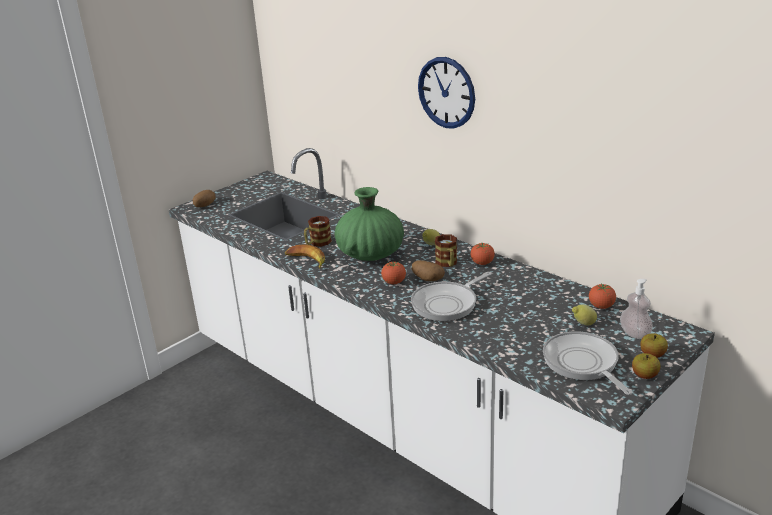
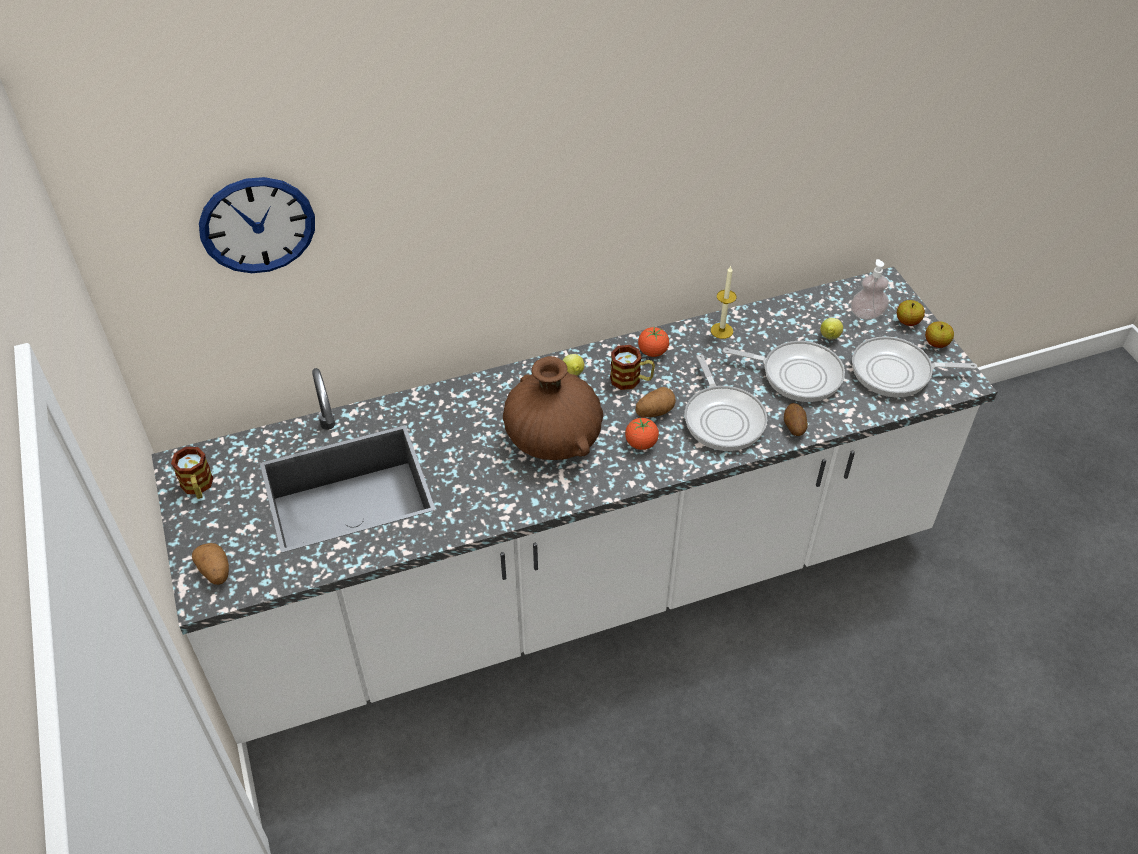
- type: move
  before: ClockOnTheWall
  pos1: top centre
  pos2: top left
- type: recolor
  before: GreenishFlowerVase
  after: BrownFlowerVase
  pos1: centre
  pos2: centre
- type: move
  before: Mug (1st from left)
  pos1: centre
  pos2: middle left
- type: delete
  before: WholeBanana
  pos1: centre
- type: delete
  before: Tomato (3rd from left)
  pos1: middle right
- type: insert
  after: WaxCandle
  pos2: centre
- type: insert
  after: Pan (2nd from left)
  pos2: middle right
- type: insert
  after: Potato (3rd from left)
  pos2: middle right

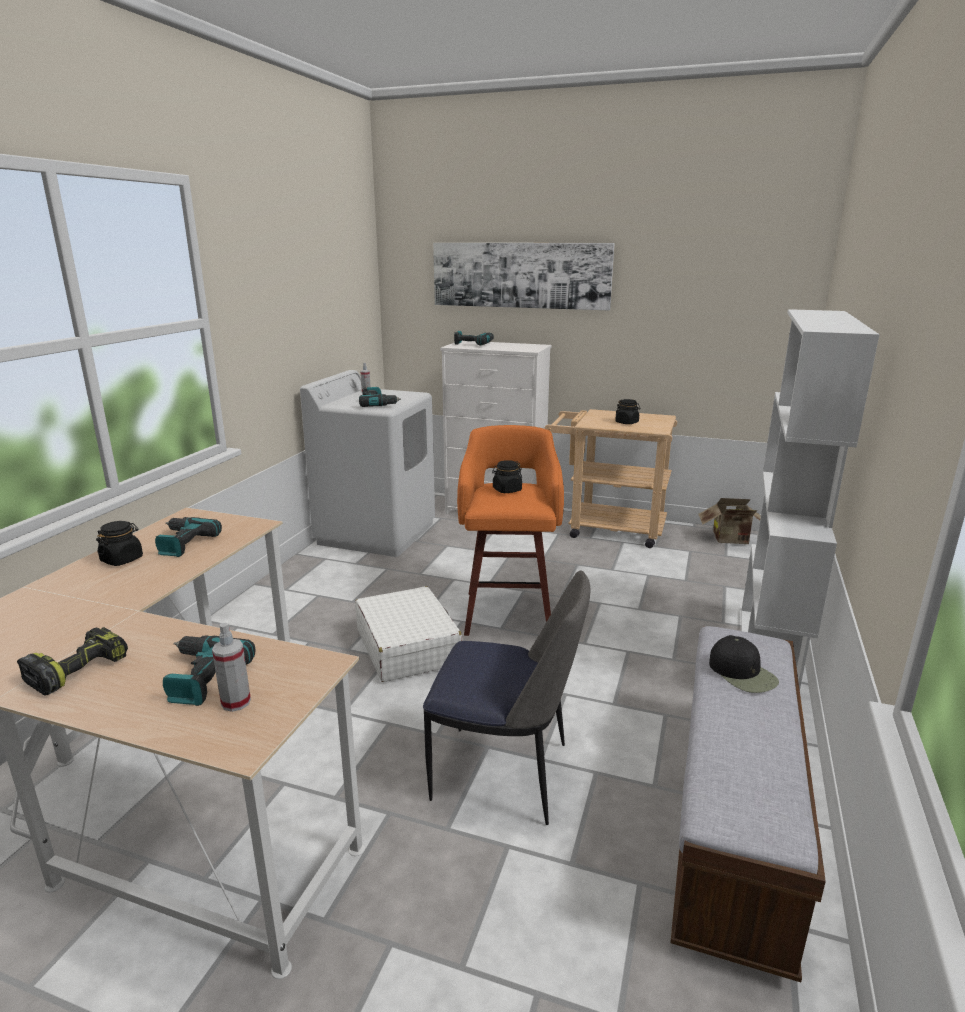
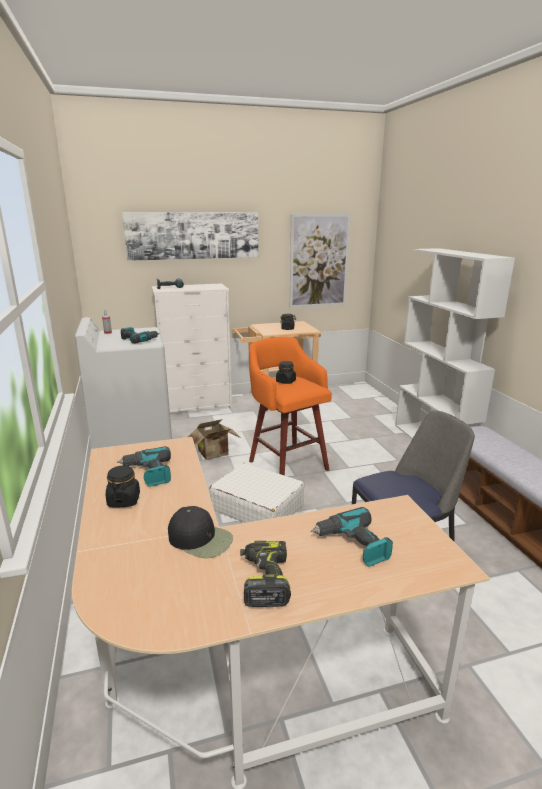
- type: move
  before: PackingBox
  pos1: middle right
  pos2: centre
- type: delete
  before: HandSprayer (1st from left)
  pos1: middle left
- type: move
  before: BlackBaseballCap
  pos1: middle right
  pos2: bottom centre
- type: insert
  after: WallPicture (2nd from left)
  pos2: top centre

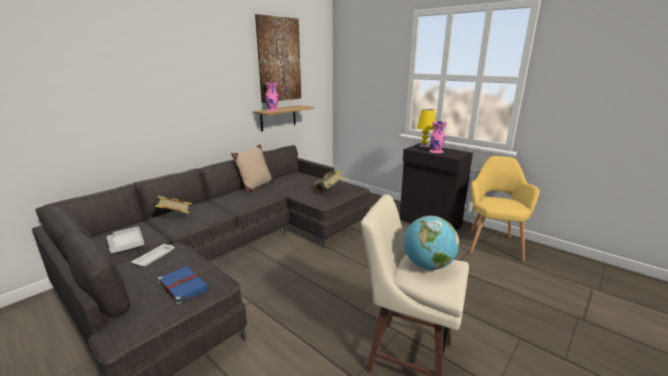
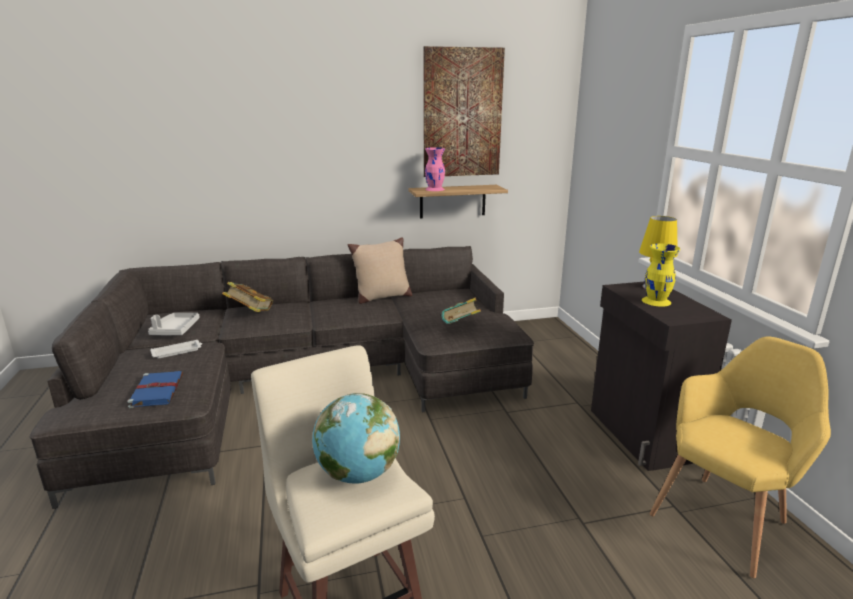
- type: recolor
  before: PinkFlowerVase (2nd from left)
  after: YellowColouredFlowerVase
  pos1: centre
  pos2: middle right

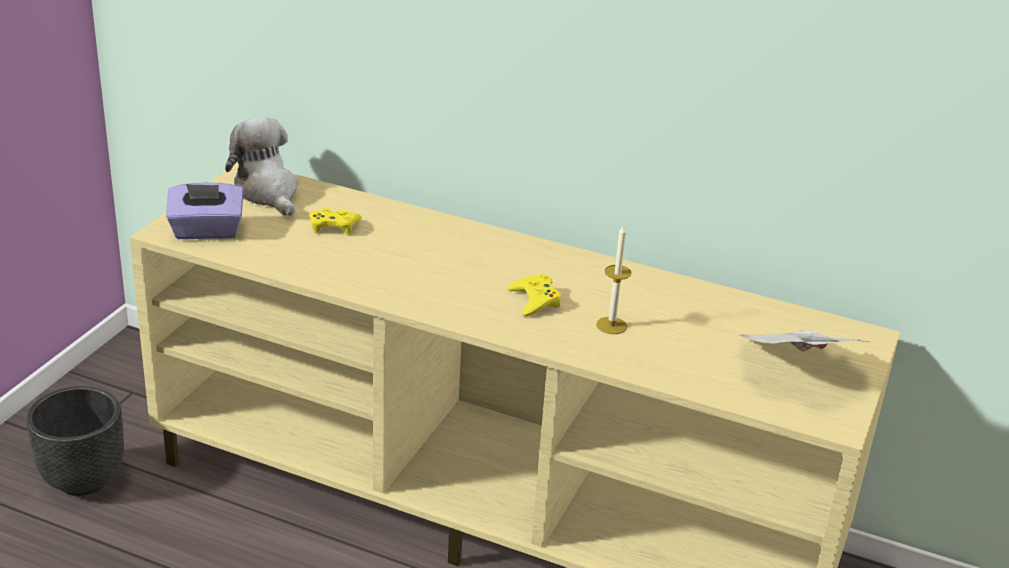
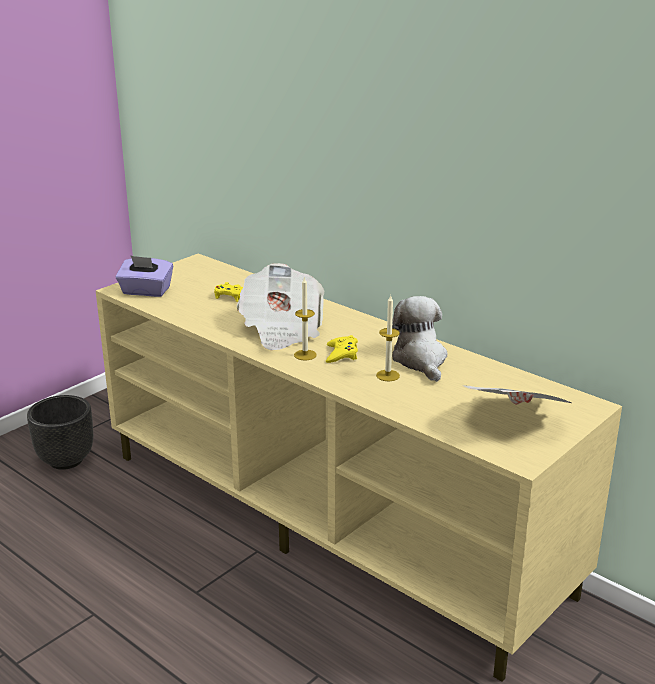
- type: move
  before: CuddlyToy
  pos1: top left
  pos2: centre
- type: insert
  after: Newspaper (1st from left)
  pos2: centre
- type: insert
  after: WaxCandle (1st from left)
  pos2: centre

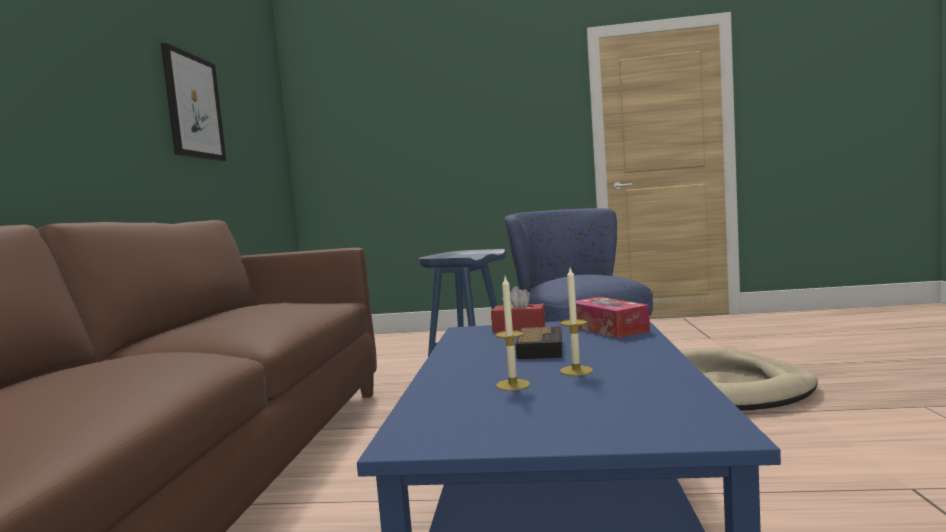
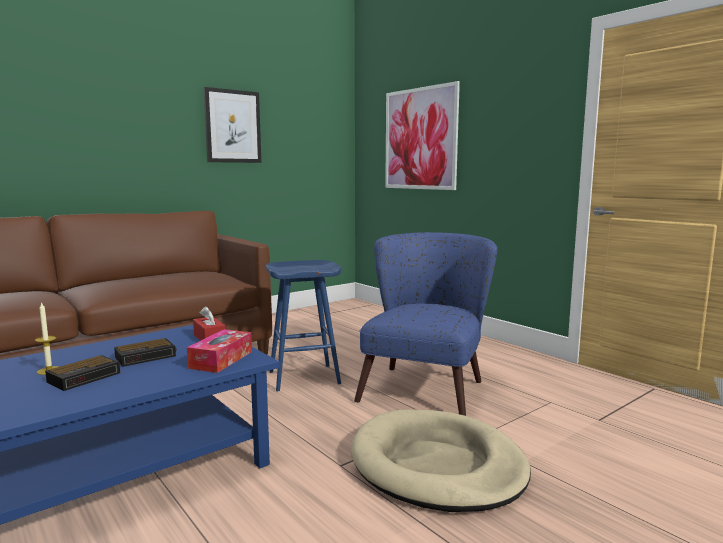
- type: replace
  before: WaxCandle (2nd from left)
  after: BedsideClock (1st from left)
  pos1: centre
  pos2: bottom left
- type: insert
  after: WallPicture (2nd from left)
  pos2: top centre

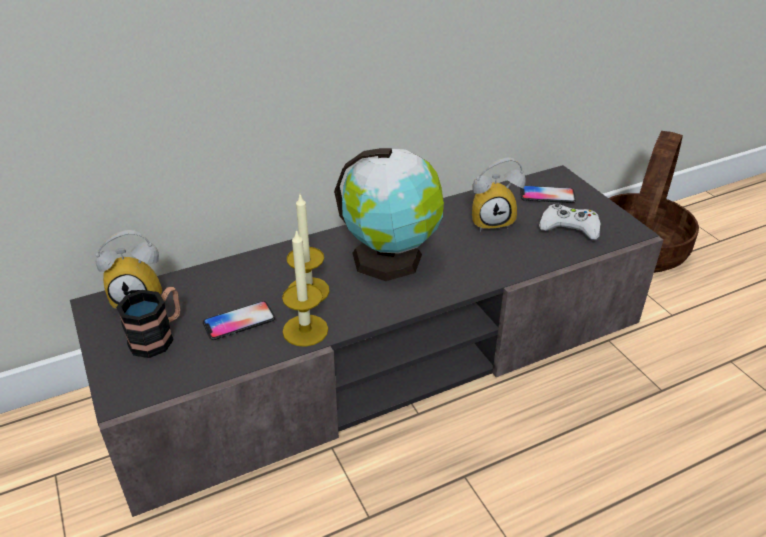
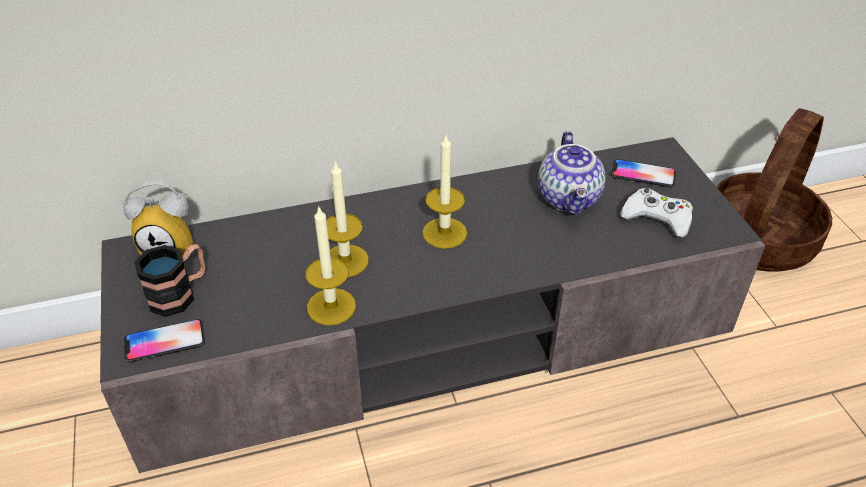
- type: replace
  before: DeskGlobe
  after: WaxCandle (3rd from left)
  pos1: centre
  pos2: centre
- type: replace
  before: BedsideClock (2nd from left)
  after: PotForTea
  pos1: centre
  pos2: centre
- type: move
  before: Telephone (1st from left)
  pos1: middle left
  pos2: bottom left

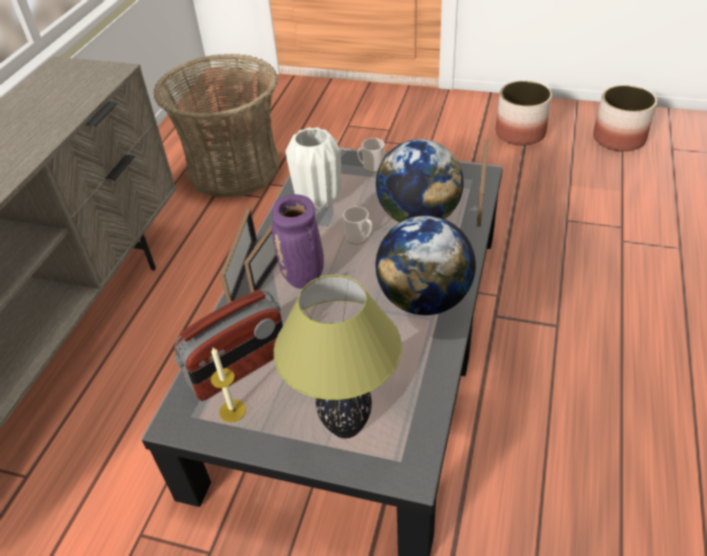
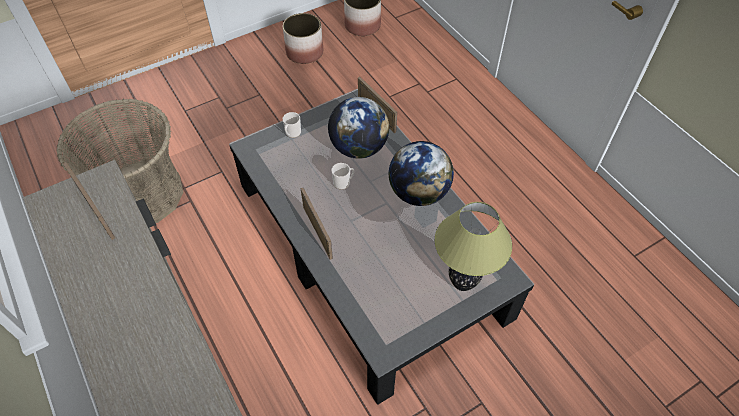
- type: delete
  before: WhiteColouredFlowerVase
  pos1: top centre
- type: delete
  before: PurplishFlowerVase
  pos1: centre
- type: move
  before: PhotoFrame (1st from left)
  pos1: centre
  pos2: middle left
- type: delete
  before: RadioSet
  pos1: middle left
- type: delete
  before: WaxCandle
  pos1: bottom left

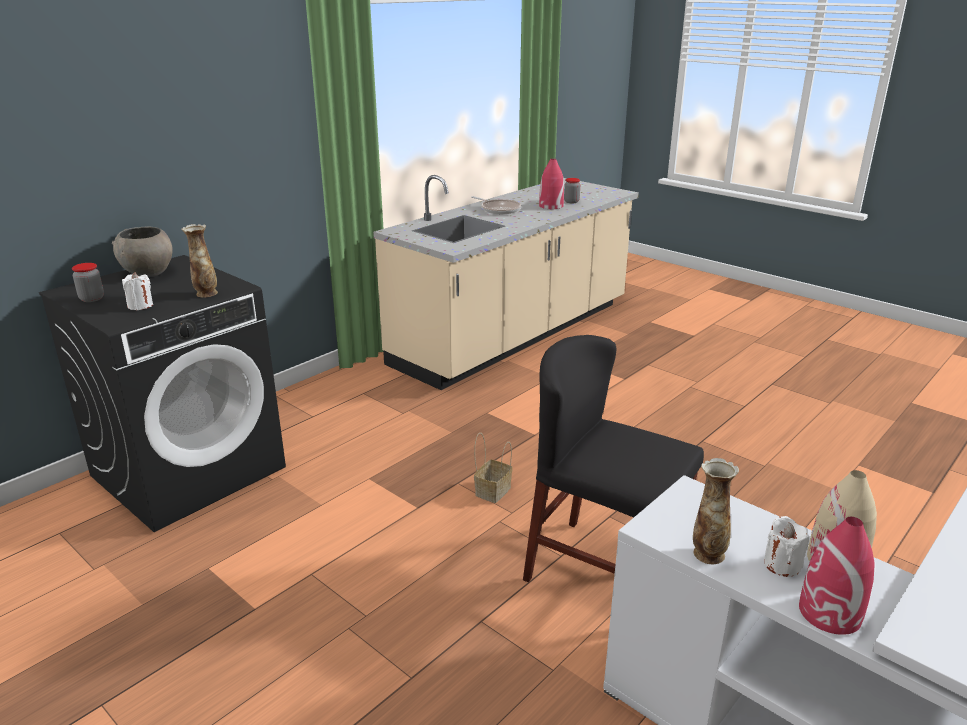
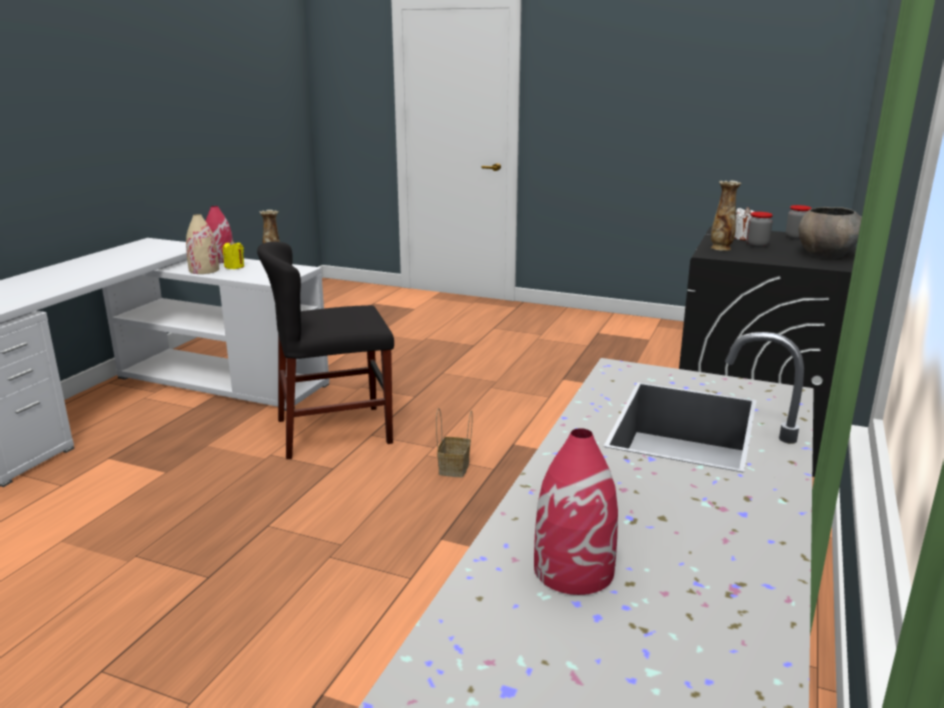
- type: move
  before: StorageJar (2nd from left in the first image)
  after: StorageJar (1st from left)
  pos1: top centre
  pos2: top right
- type: delete
  before: Pan
  pos1: top centre
- type: rotate
  before: BlackPlainChair
  pos1: centre
  pos2: centre
  turn: 150
- type: recolor
  before: WhiteColouredWaxCandle (2nd from left)
  after: YellowColouredWaxCandle
  pos1: bottom right
  pos2: middle left

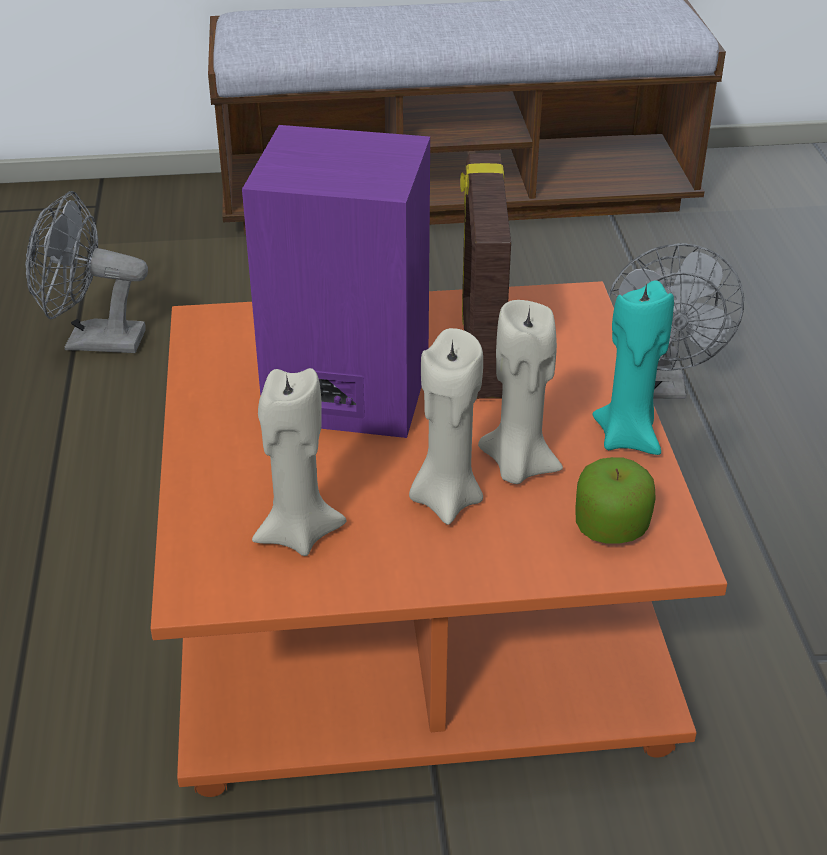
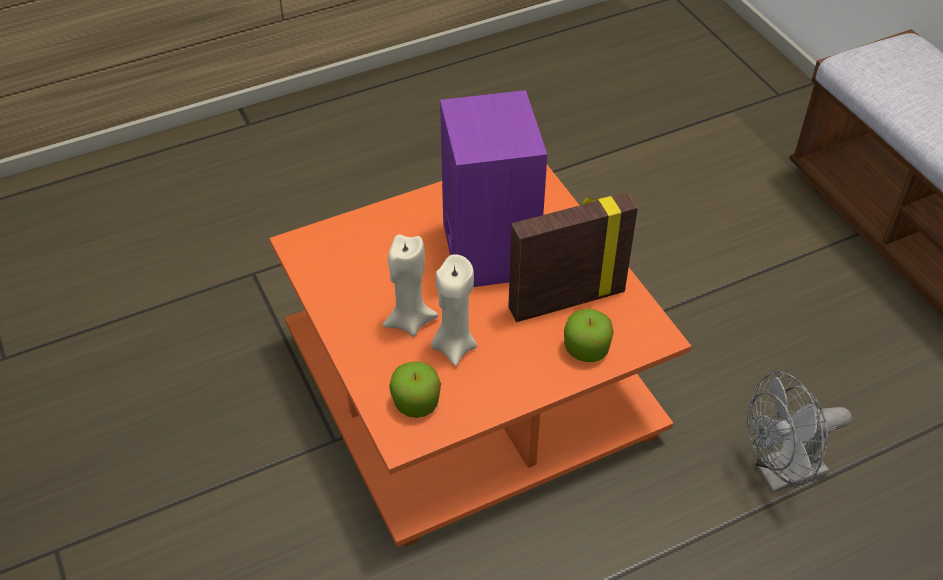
- type: delete
  before: GrayElectricFan (1st from left)
  pos1: top left
- type: delete
  before: TurquoiseColouredWaxCandle
  pos1: middle right
- type: delete
  before: SandColouredWaxCandle (1st from left)
  pos1: centre
- type: insert
  after: Apple (2nd from left)
  pos2: centre

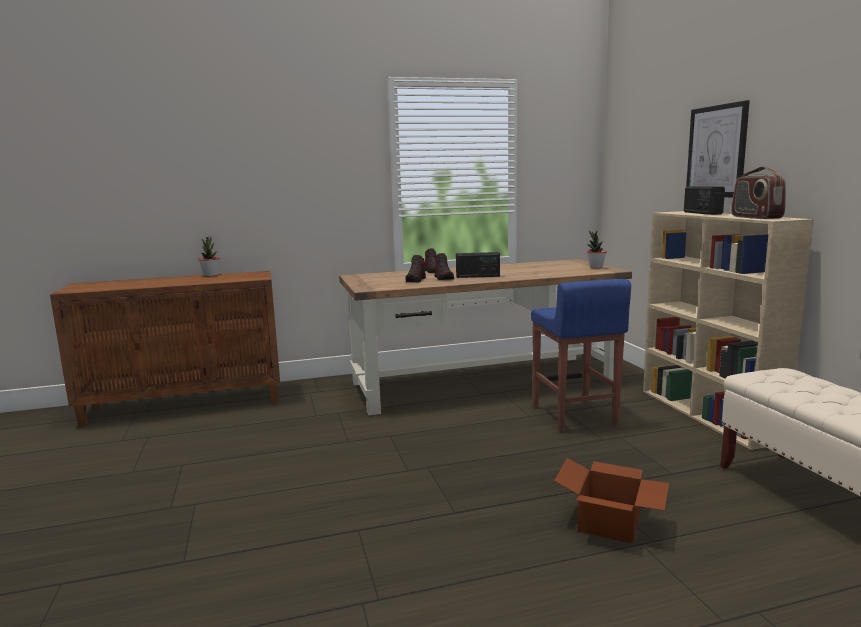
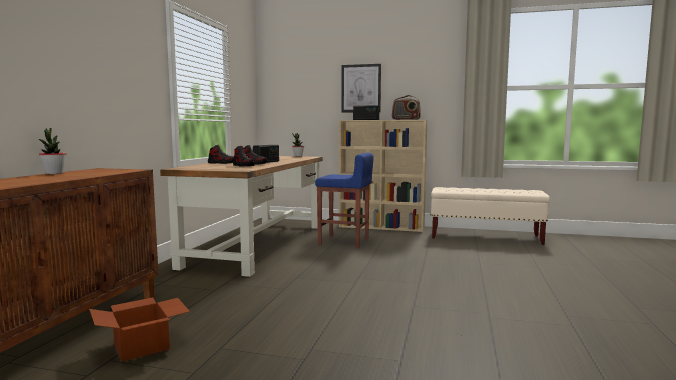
- type: move
  before: PackingBox
  pos1: bottom right
  pos2: bottom left

